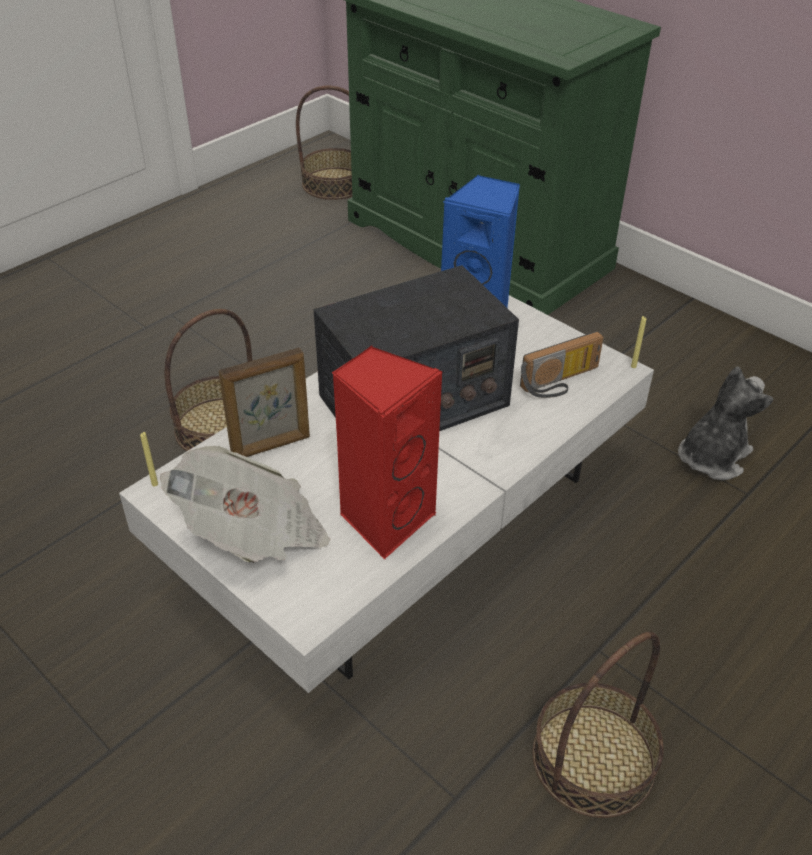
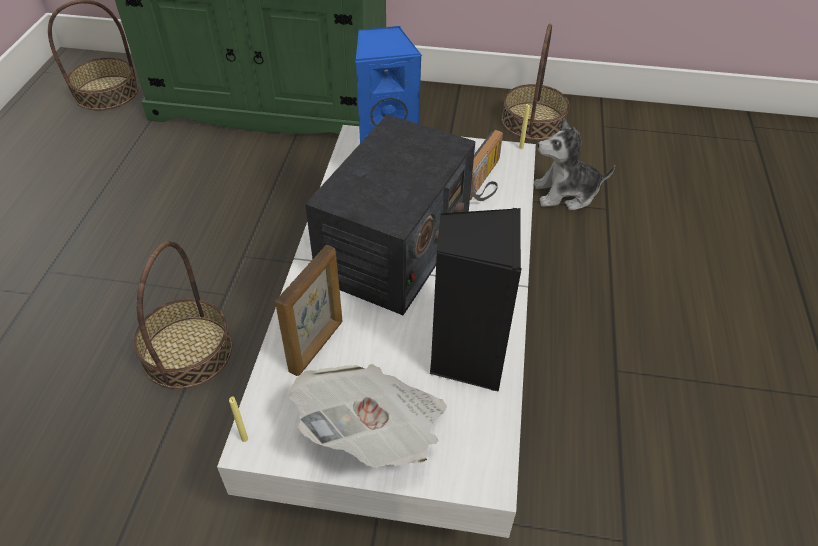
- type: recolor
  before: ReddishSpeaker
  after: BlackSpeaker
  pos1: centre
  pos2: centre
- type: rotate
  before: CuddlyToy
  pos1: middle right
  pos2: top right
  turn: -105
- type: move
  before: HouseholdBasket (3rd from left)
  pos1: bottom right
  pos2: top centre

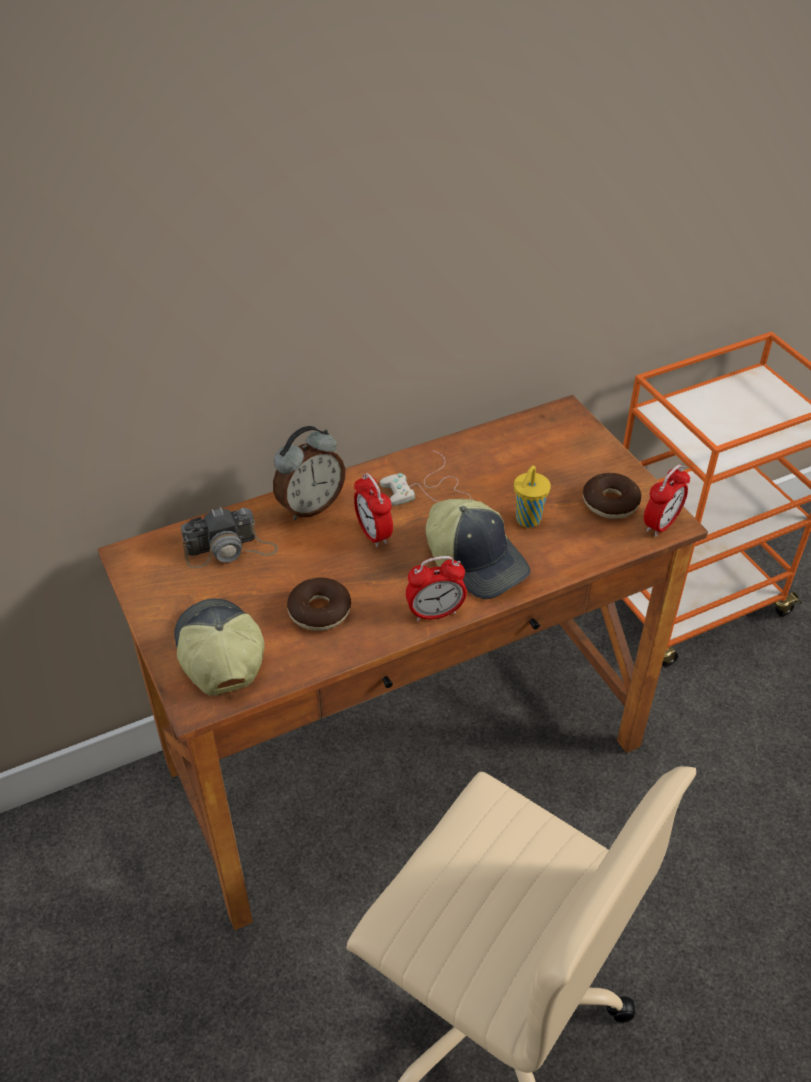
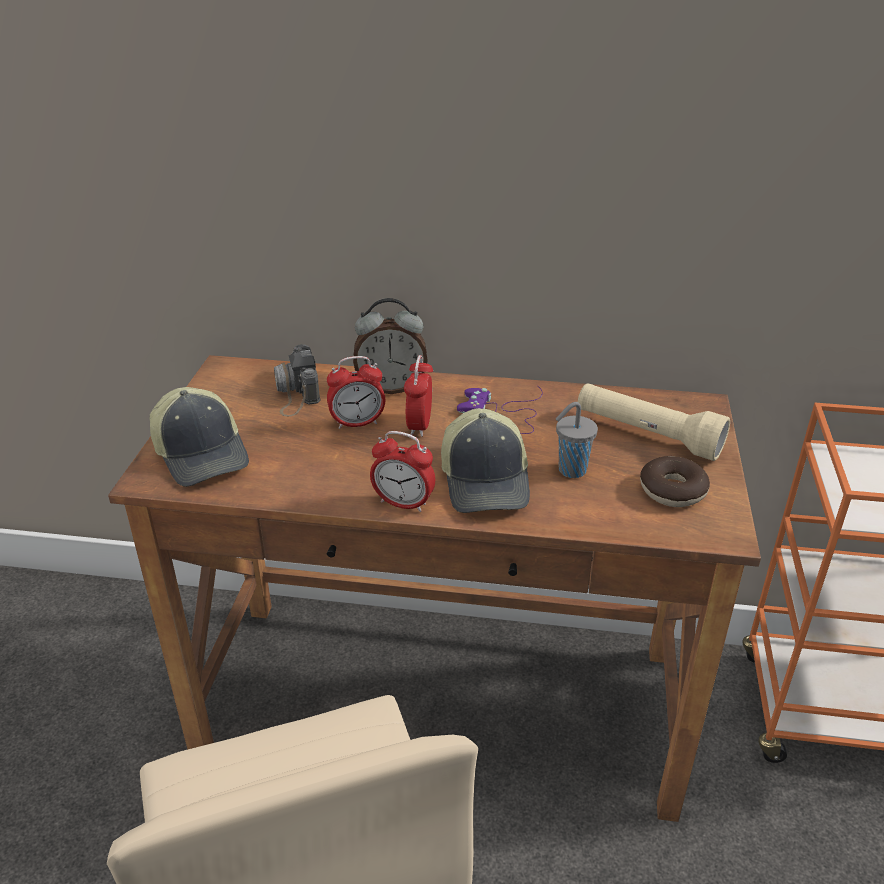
- type: recolor
  before: WhiteColouredGamepad
  after: PurplishGamepad
  pos1: centre
  pos2: centre
- type: move
  before: BedsideClock (4th from left in the first image)
  after: BedsideClock (1st from left)
  pos1: middle right
  pos2: centre
- type: recolor
  before: YellowColouredDrinkingCup
  after: GrayDrinkingCup
  pos1: centre
  pos2: centre
- type: rotate
  before: PhotoCamera
  pos1: middle left
  pos2: centre
  turn: 60
- type: delete
  before: Donut (1st from left)
  pos1: centre
- type: rotate
  before: BaseballCap (1st from left)
  pos1: middle left
  pos2: middle left
  turn: 135
- type: insert
  after: SandColouredTorch
  pos2: middle right

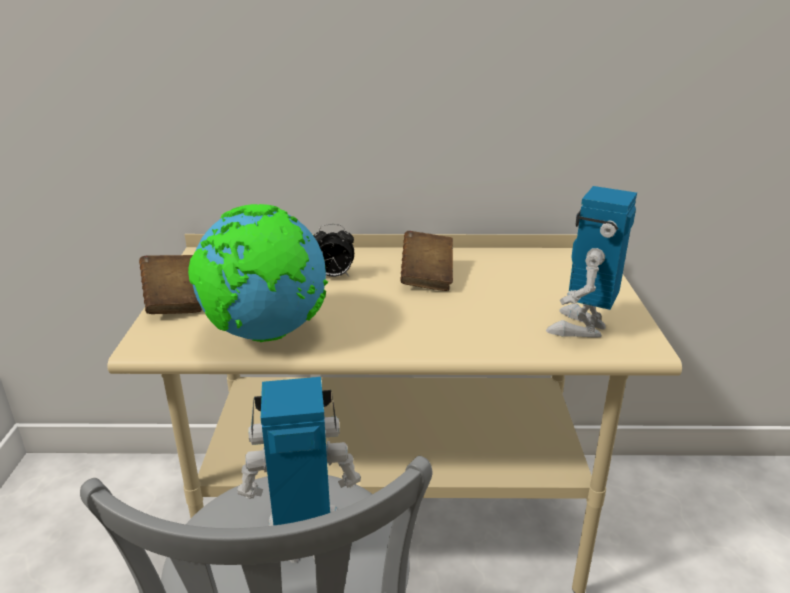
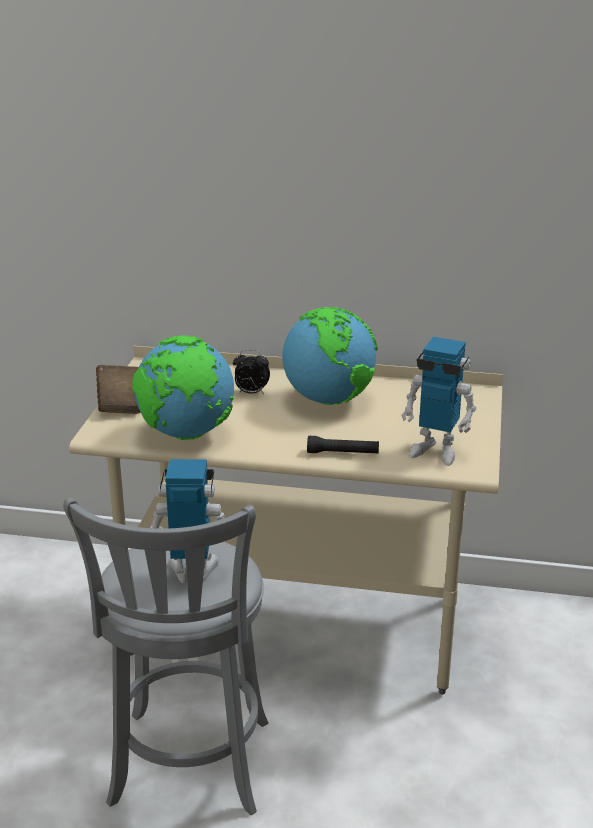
- type: rotate
  before: ModelRobot (2nd from left)
  pos1: middle right
  pos2: middle right
  turn: -105
- type: replace
  before: BrownBoundBook (2nd from left)
  after: DeskGlobe (2nd from left)
  pos1: centre
  pos2: centre
- type: insert
  after: BlackTorch
  pos2: centre

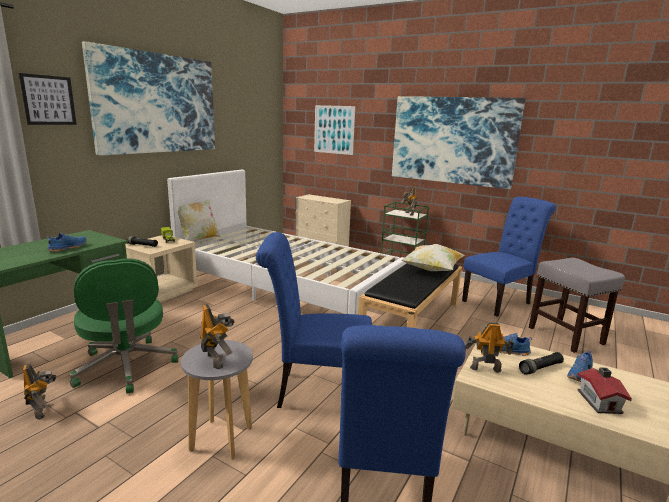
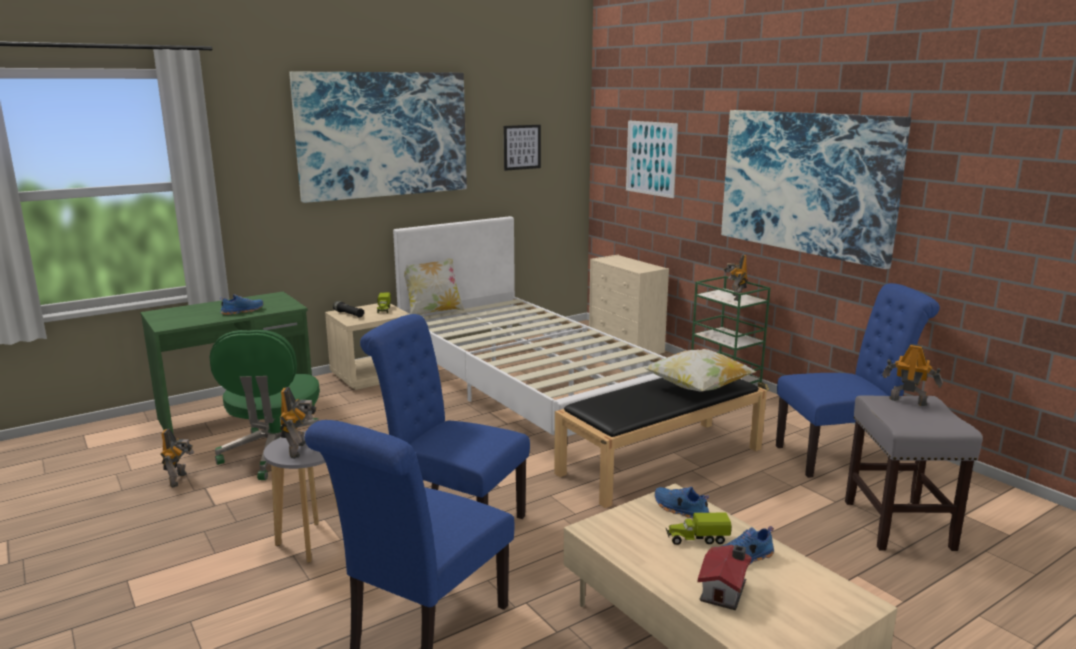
- type: move
  before: WallPicture (1st from left in the first image)
  after: WallPicture (2nd from left)
  pos1: top left
  pos2: top centre
- type: move
  before: ModelRobot (4th from left)
  pos1: bottom right
  pos2: middle right
- type: replace
  before: BlackTorch (2nd from left)
  after: ModelTruck (2nd from left)
  pos1: bottom right
  pos2: bottom centre

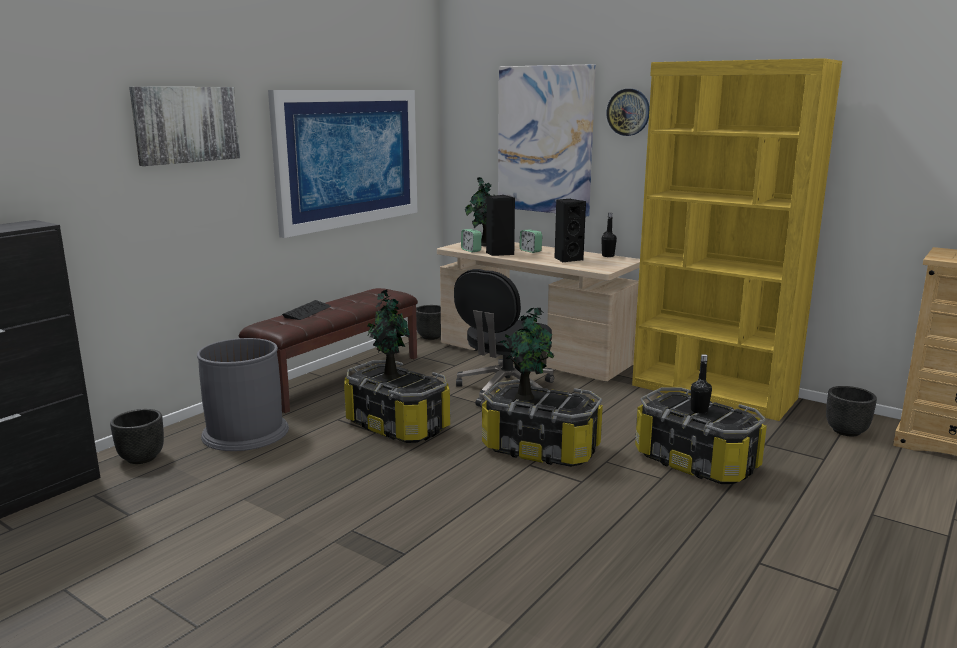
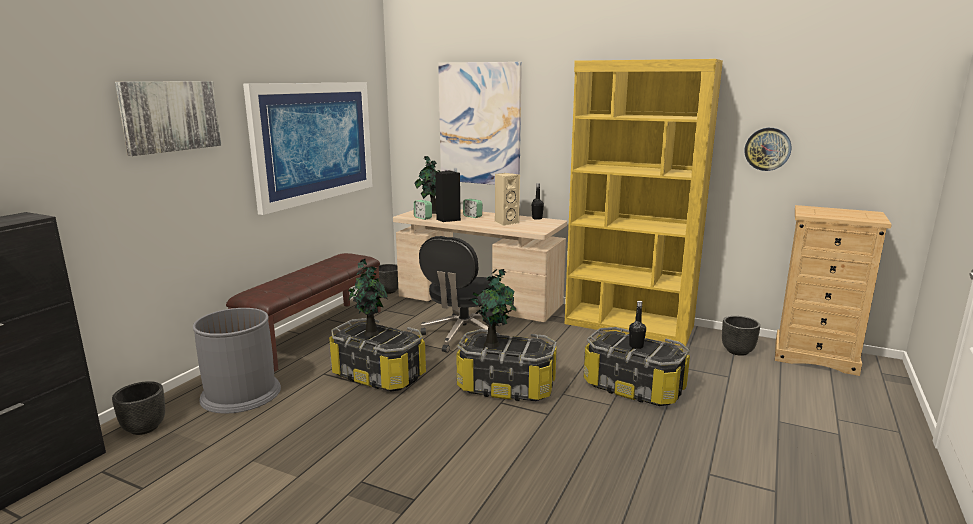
- type: move
  before: ClockOnTheWall
  pos1: top centre
  pos2: top right
- type: recolor
  before: BlackSpeaker (2nd from left)
  after: SandColouredSpeaker
  pos1: centre
  pos2: centre
- type: delete
  before: PcKeyboard
  pos1: middle left

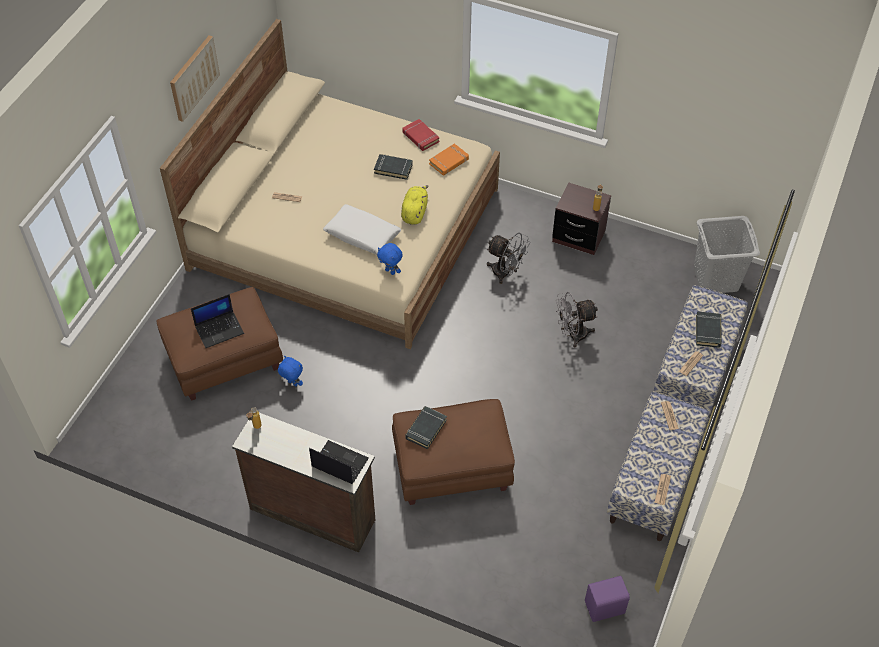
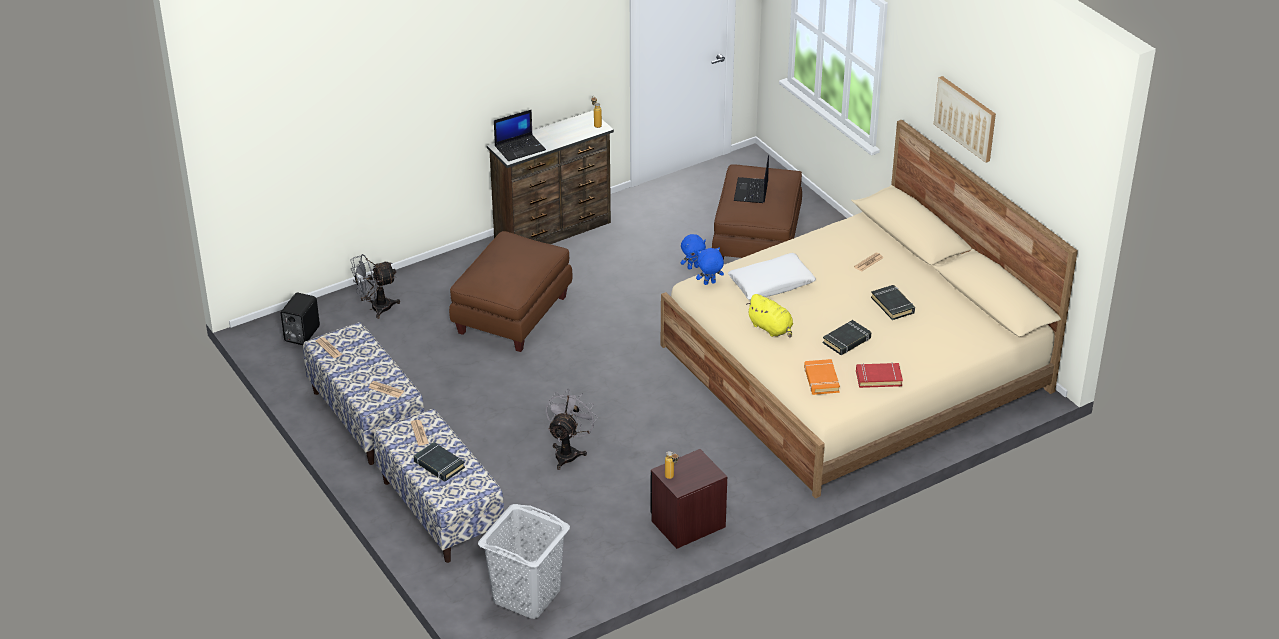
- type: move
  before: GrayElectricFan (1st from left)
  pos1: centre
  pos2: middle left
- type: move
  before: BlackBoundBook (2nd from left in the first image)
  after: BlackBoundBook (3rd from left)
  pos1: centre
  pos2: middle right
- type: recolor
  before: PurplishSpeaker
  after: BlackSpeaker
  pos1: bottom right
  pos2: middle left

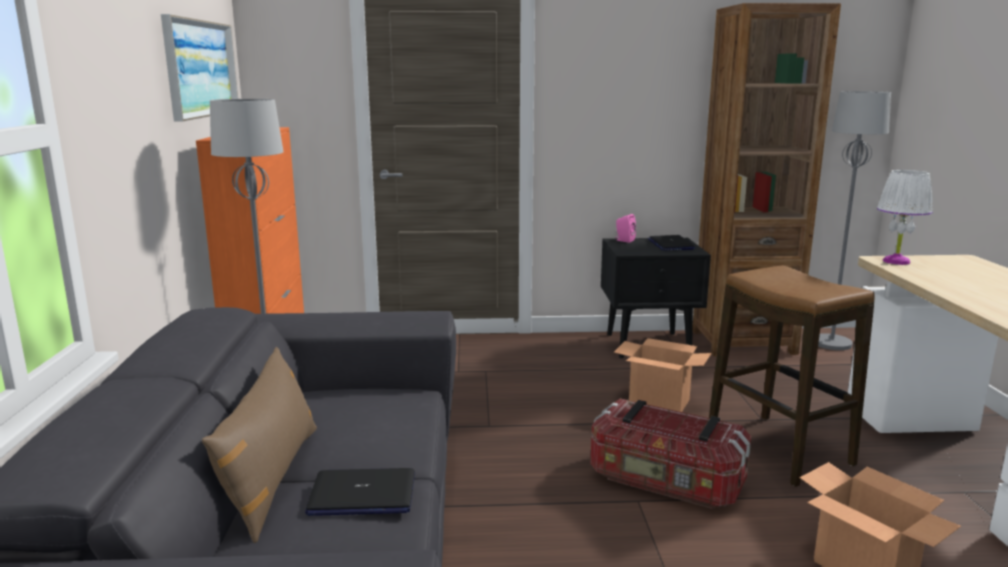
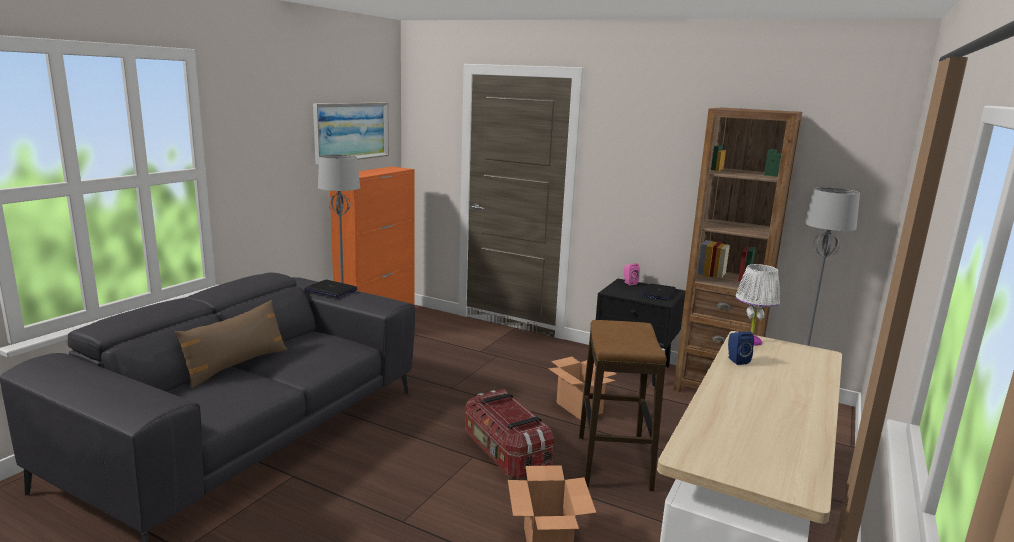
- type: move
  before: PortableComputer (1st from left)
  pos1: bottom centre
  pos2: middle left
- type: insert
  after: BluishSpeaker
  pos2: middle right

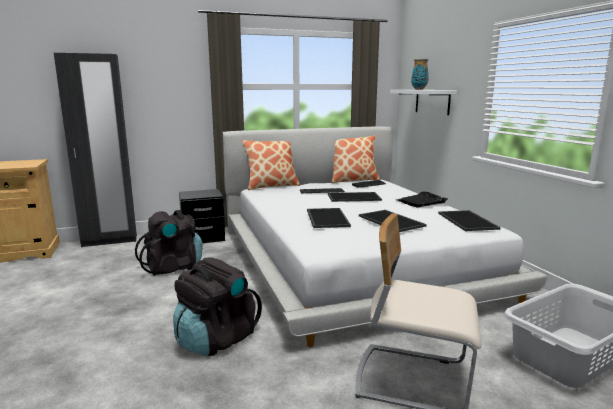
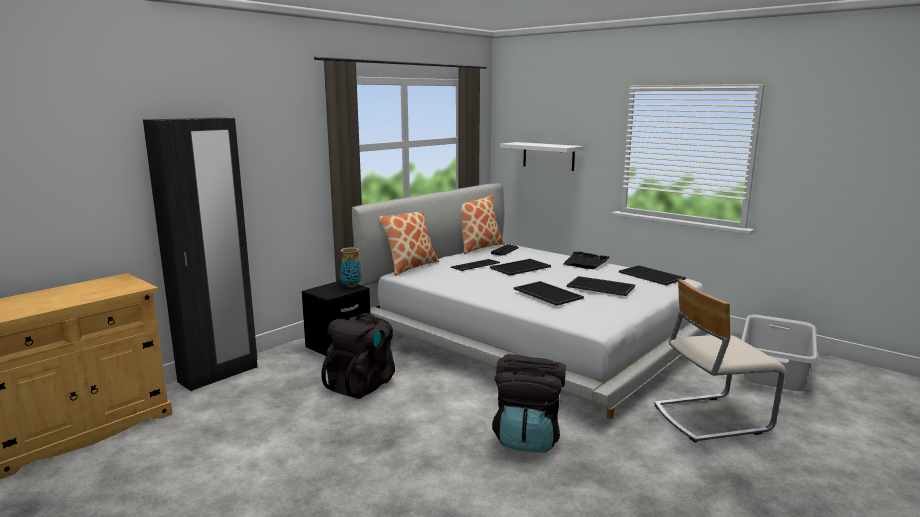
- type: move
  before: FlowerVase
  pos1: top right
  pos2: centre

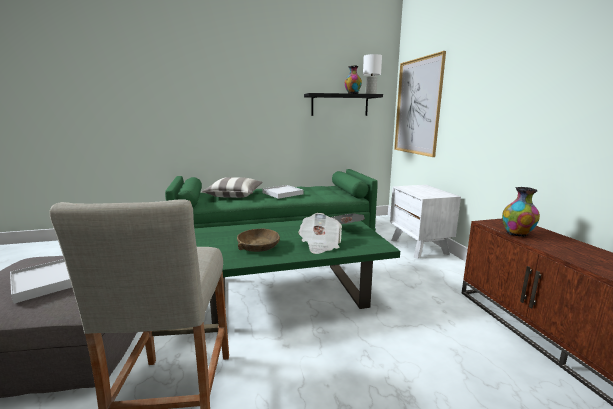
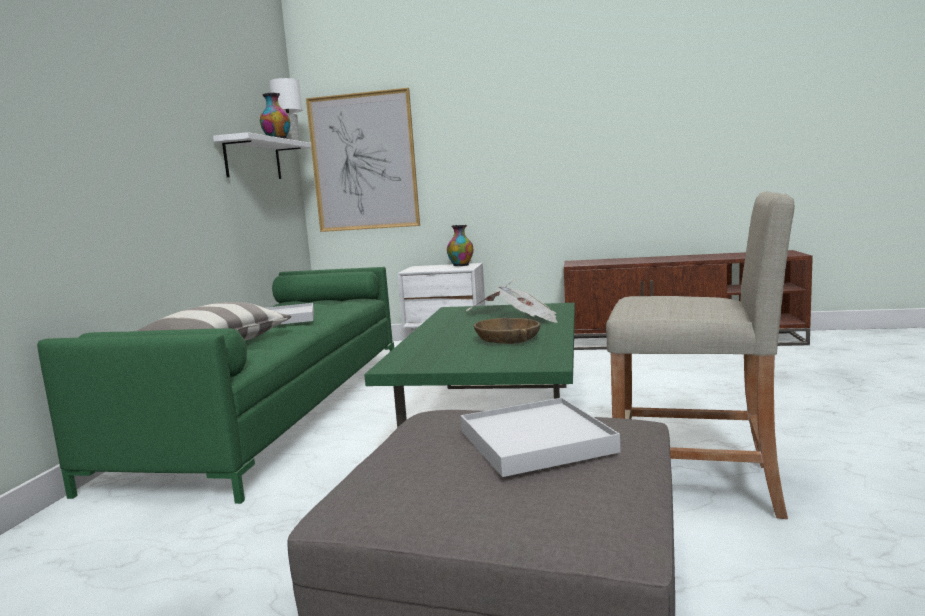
- type: recolor
  before: BlackWallShelf
  after: WhiteColouredWallShelf
  pos1: top centre
  pos2: top left
- type: move
  before: FlowerVase (2nd from left)
  pos1: middle right
  pos2: centre

